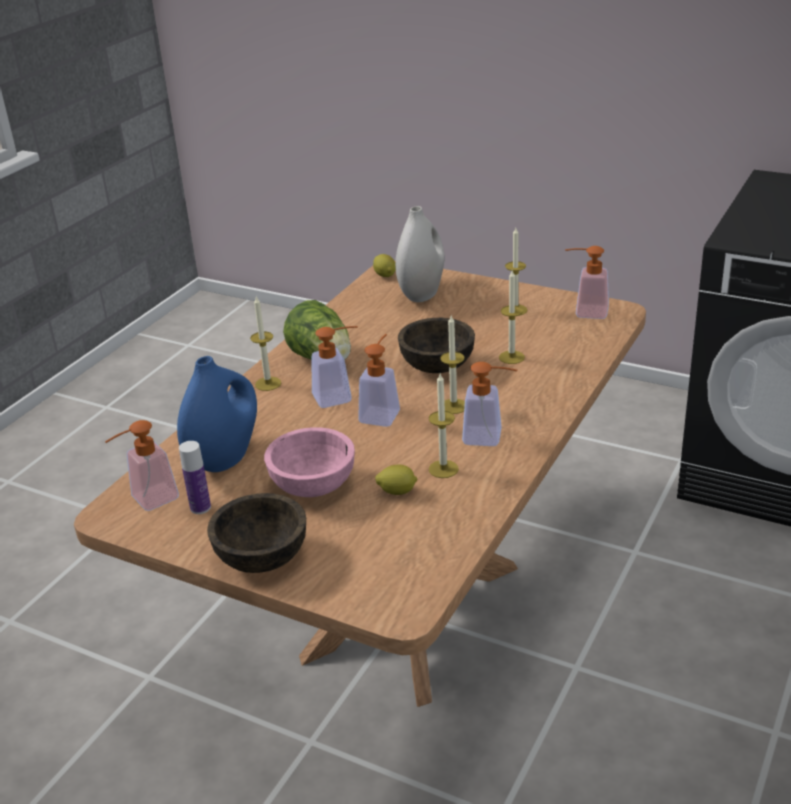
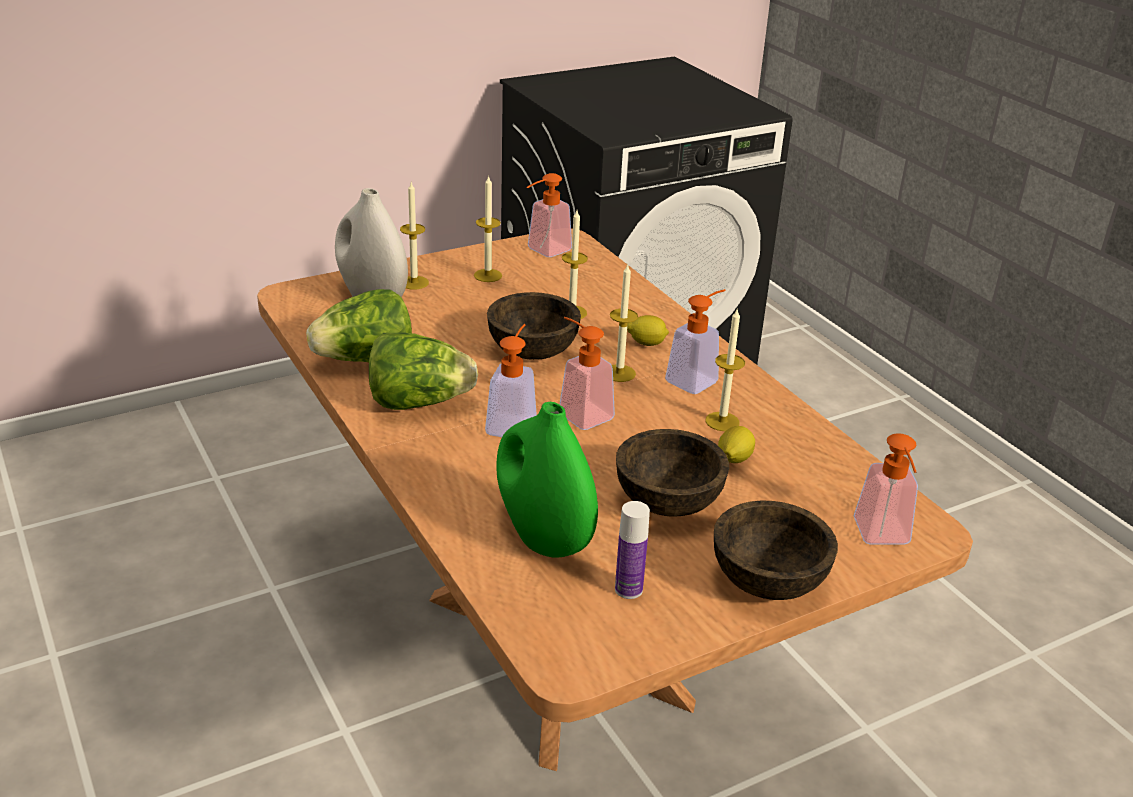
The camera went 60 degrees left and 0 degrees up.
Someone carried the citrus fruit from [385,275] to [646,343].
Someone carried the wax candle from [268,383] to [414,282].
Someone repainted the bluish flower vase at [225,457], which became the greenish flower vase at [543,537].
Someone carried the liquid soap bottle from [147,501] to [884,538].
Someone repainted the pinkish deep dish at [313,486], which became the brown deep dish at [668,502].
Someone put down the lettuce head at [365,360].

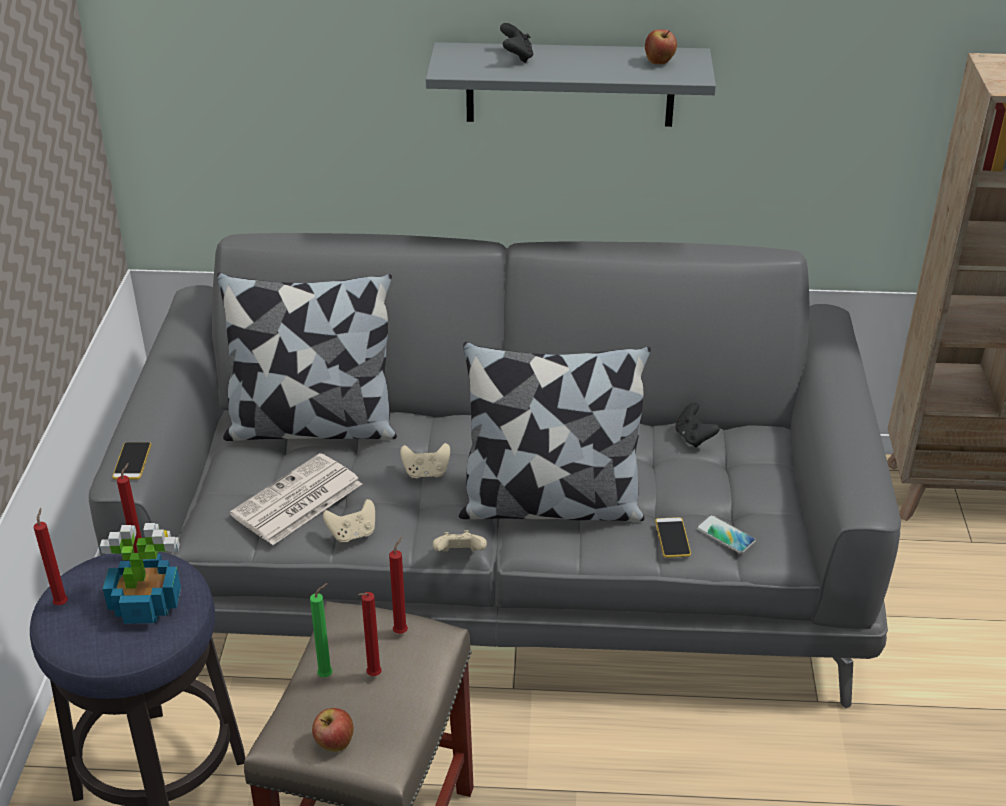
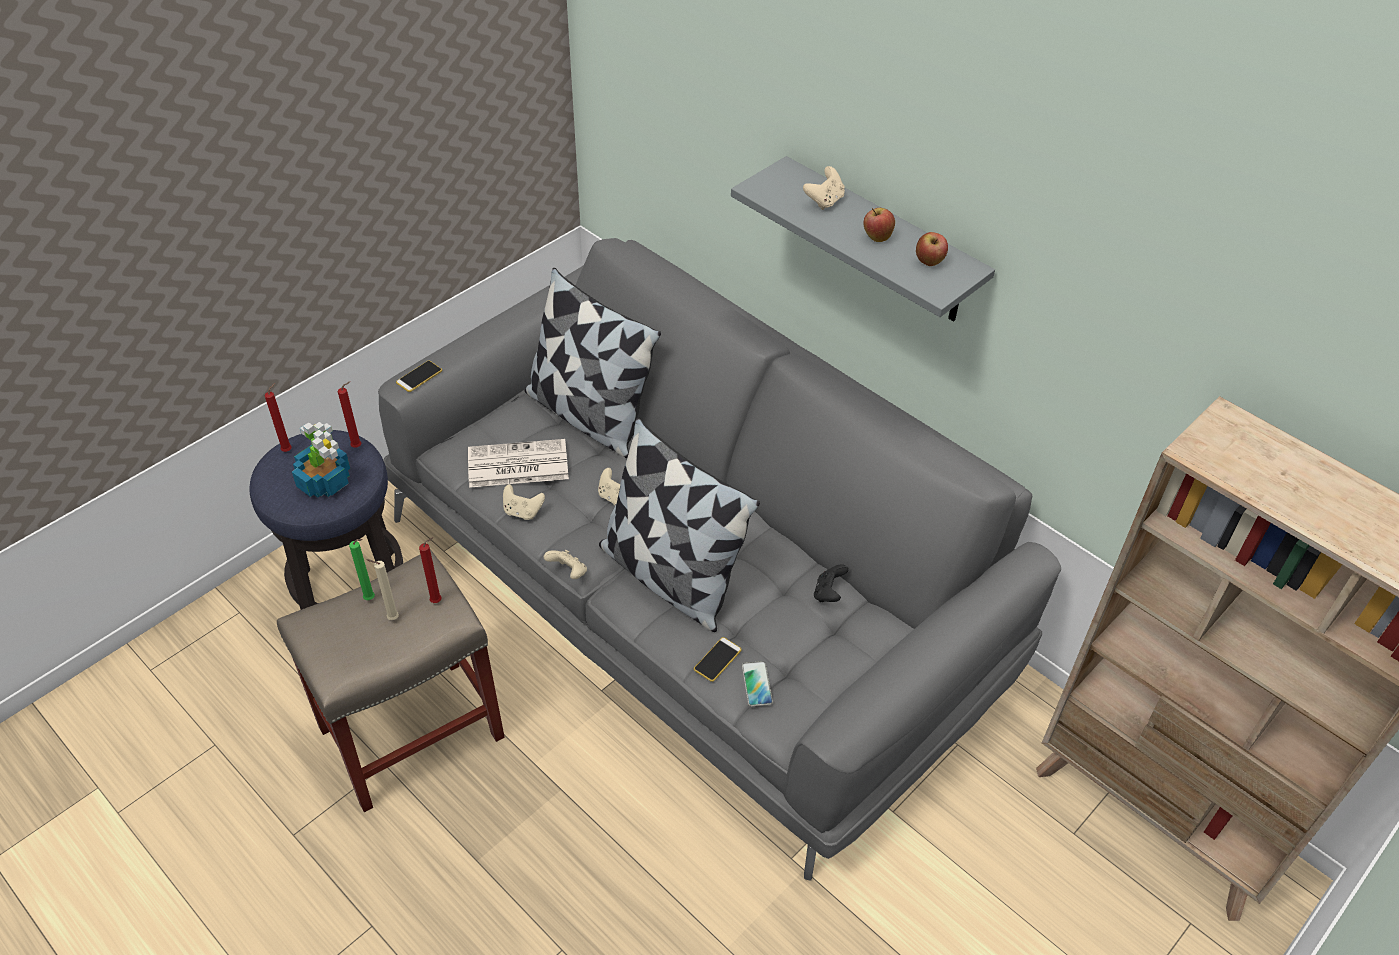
The camera went 40 degrees right and 10 degrees up.
Someone repainted the black-coloured joypad at [516,57], which became the beige joypad at [824,201].
Someone repainted the red-coloured wax candle at [372,676], which became the beige wax candle at [391,618].
Someone carried the apple fruit from [334,744] to [876,237].

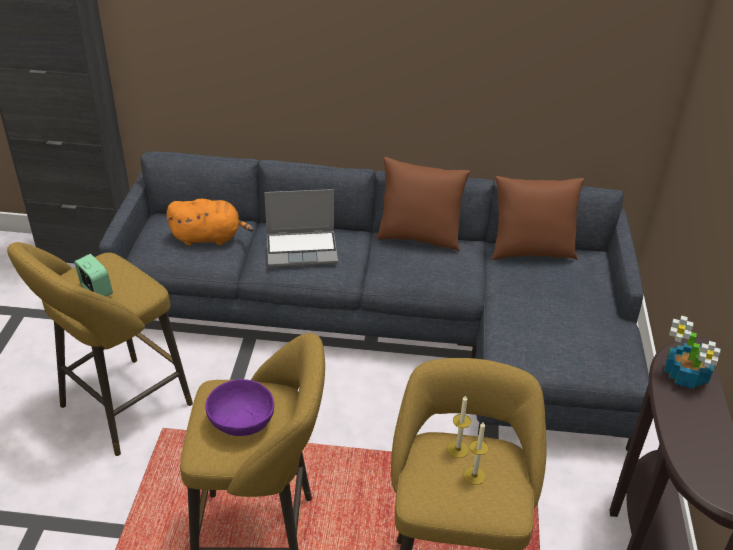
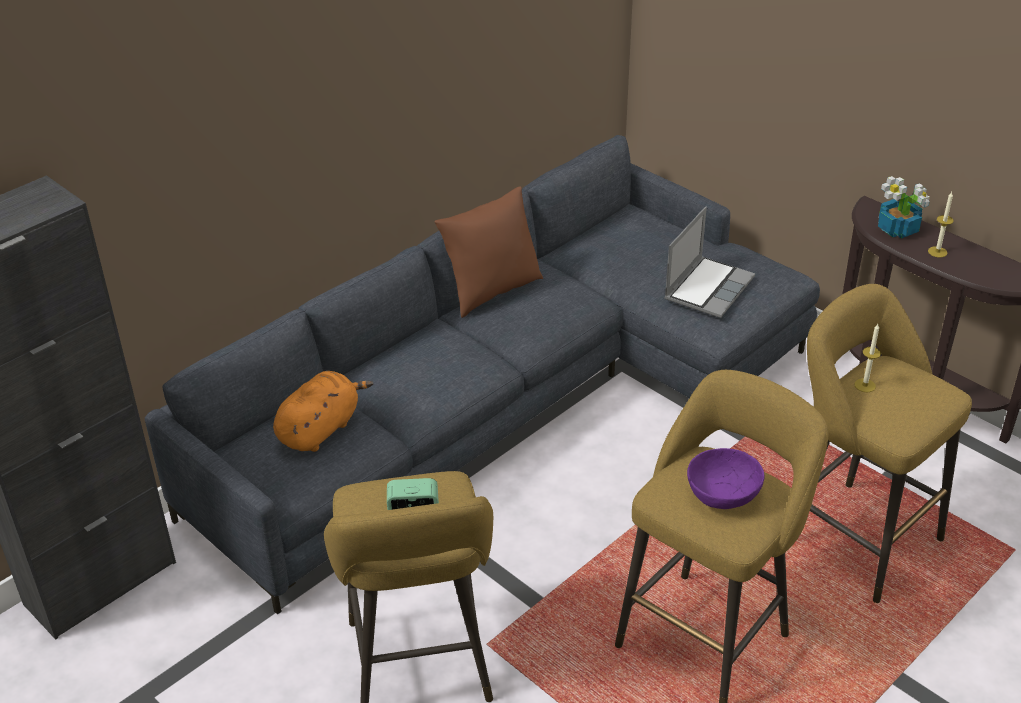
The camera went 50 degrees left and 0 degrees up.
Someone took away the brown pillow at [531,252].
Someone carried the portable computer from [302,249] to [708,288].
Someone carried the wax candle from [474,476] to [937,252].

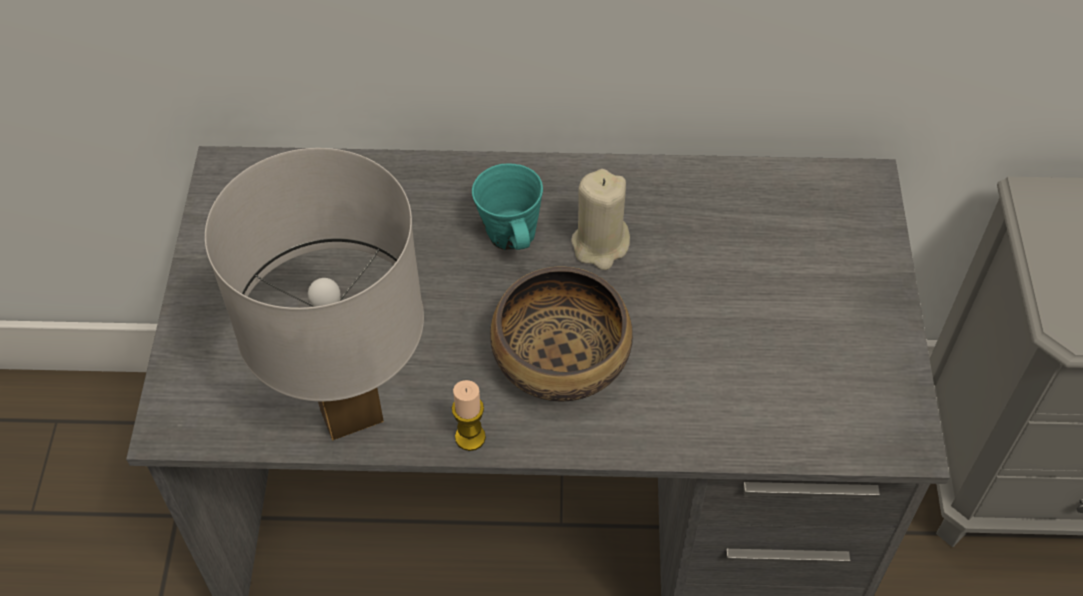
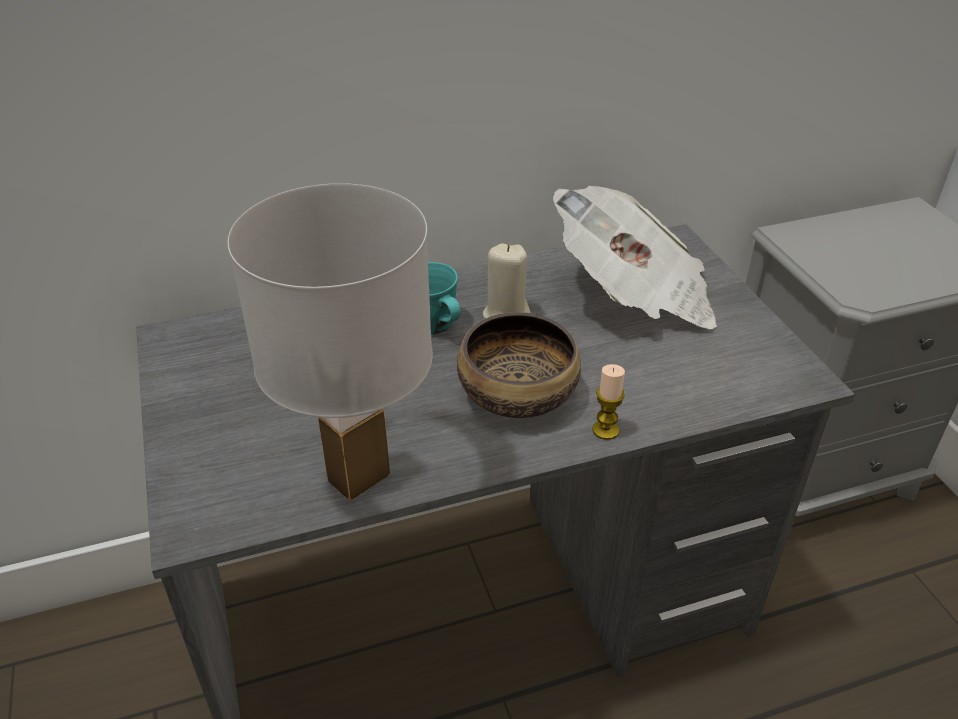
The camera went 20 degrees left and 15 degrees down.
Someone carried the wax candle from [470,437] to [605,430].
Someone put down the printed paper at [634,295].

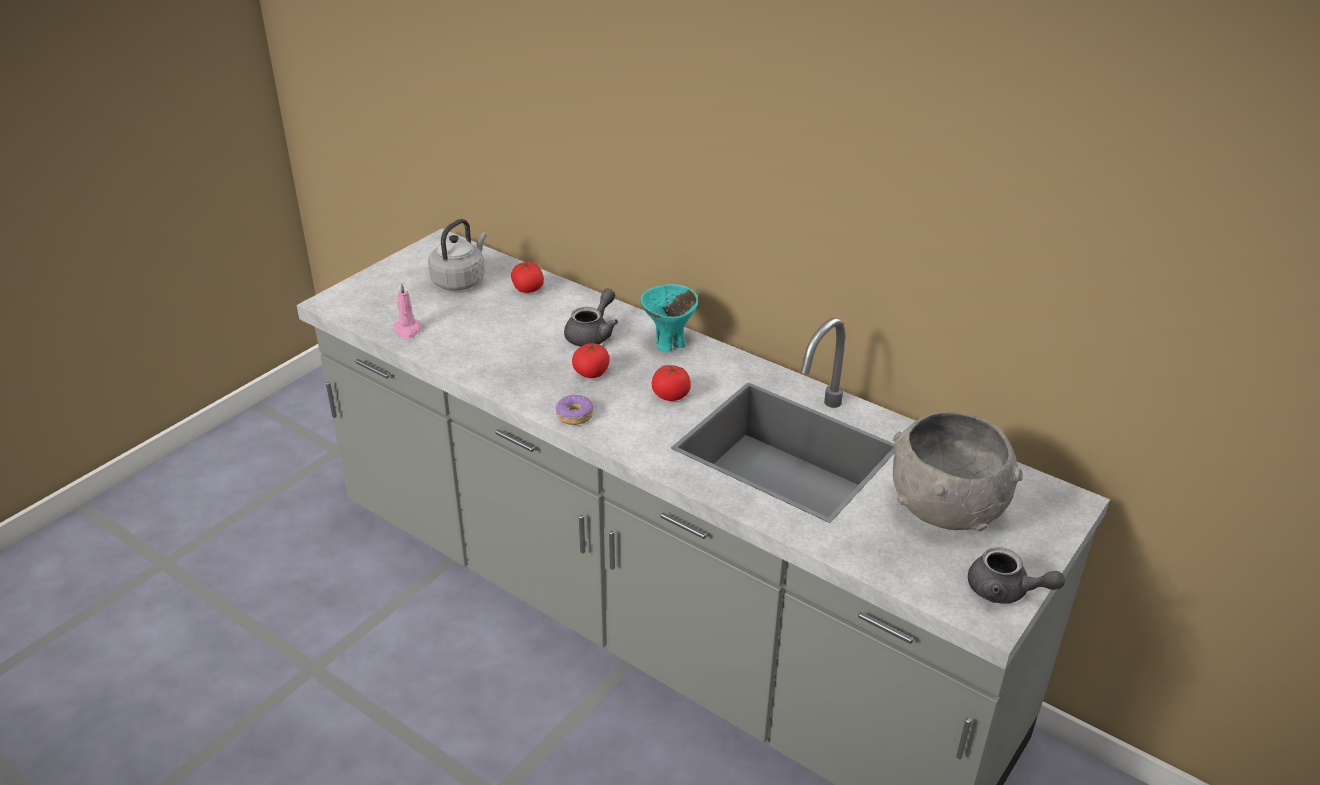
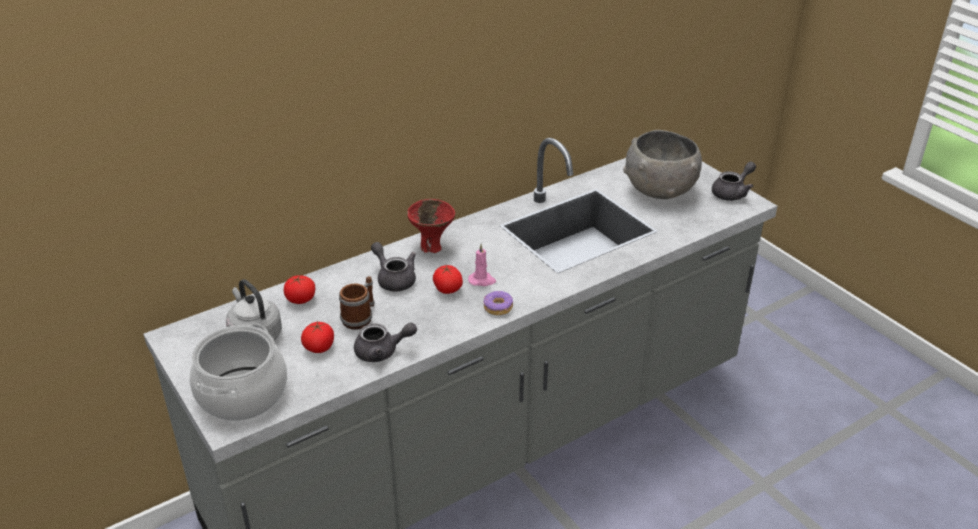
The camera went 70 degrees left and 0 degrees up.
Someone carried the pinkish wax candle from [408,329] to [482,280].
Someone repainted the turquoise deep dish at [669,344], which became the red-coloured deep dish at [432,246].
Someone carried the fresh tomato from [671,395] to [319,347].
Someone put down the tea mug at [360,317].
Someone put down the grey teapot at [382,352].
Someone put down the stockpot at [242,394].

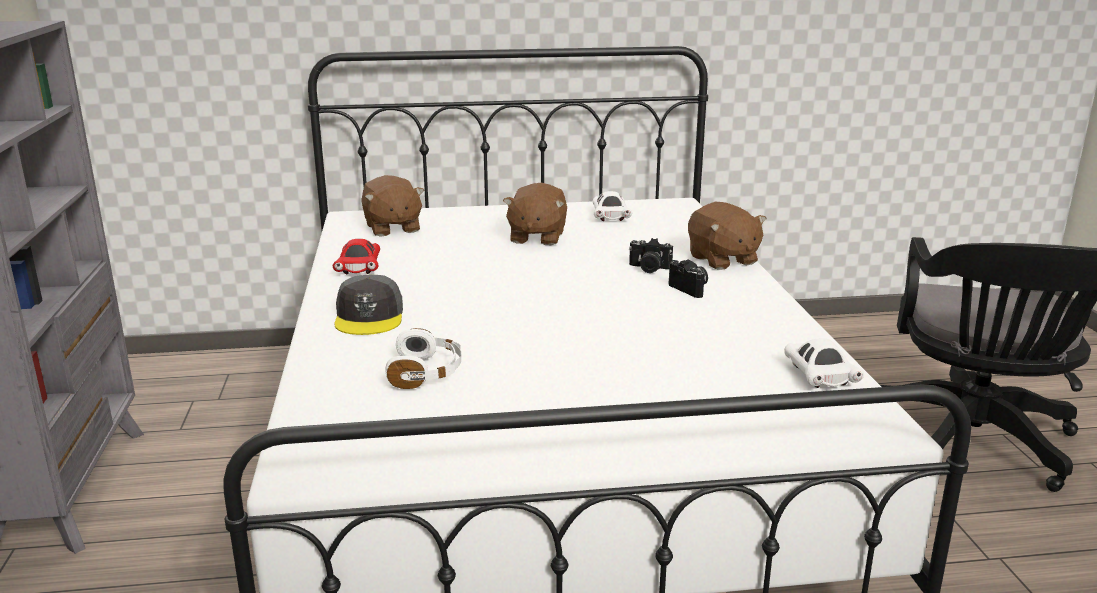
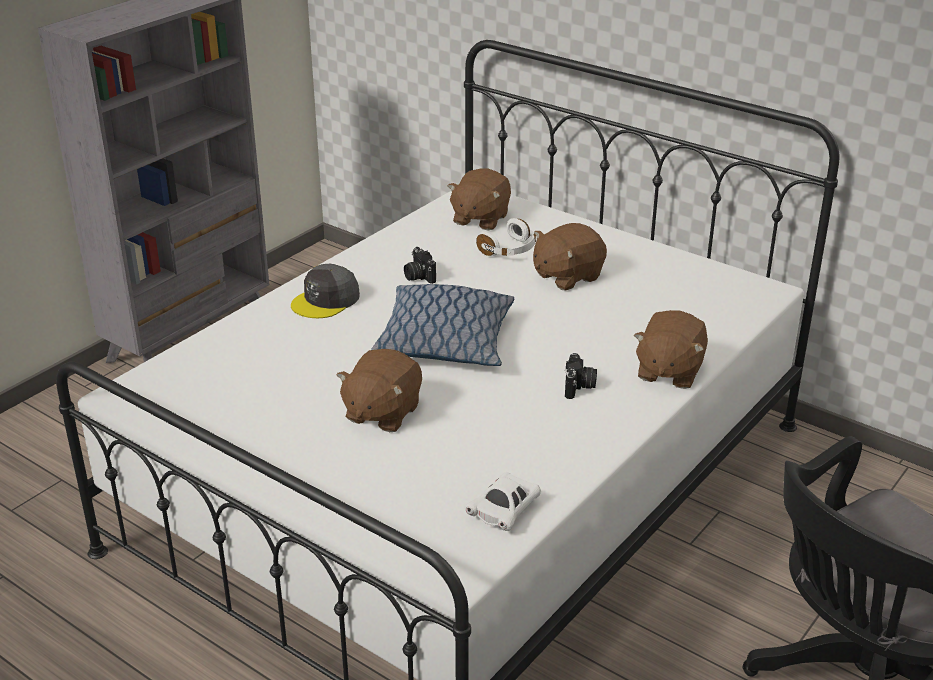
The camera went 45 degrees right and 10 degrees up.
Someone took away the white model car at [610,216].
Someone carried the photo camera from [649,268] to [418,276].
Someone took away the red-coloured model car at [359,268].
Someone carried the white headphones from [426,373] to [510,250].
Someone put down the pillow at [446,342].
Someone put down the brown cuddly toy at [382,413].

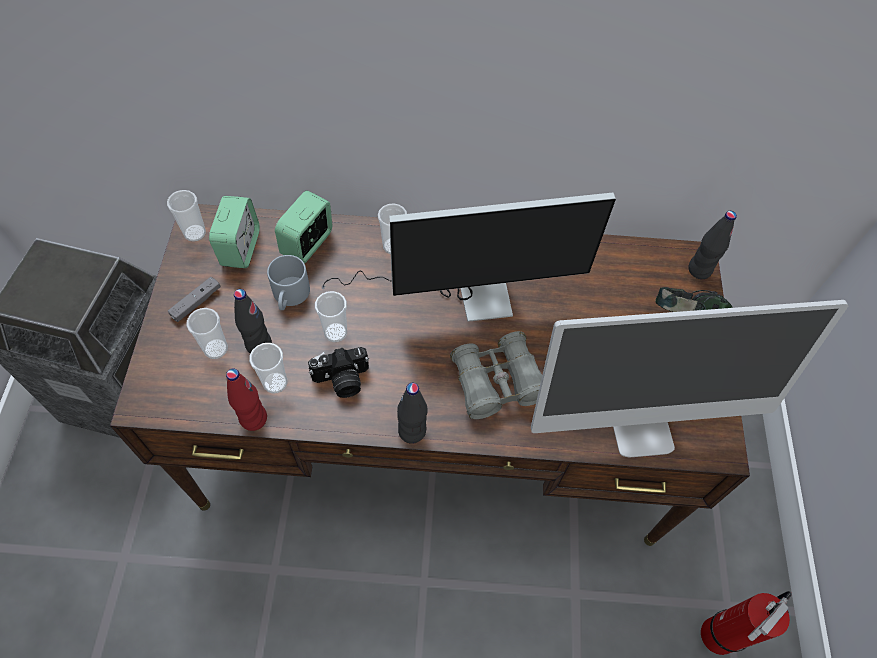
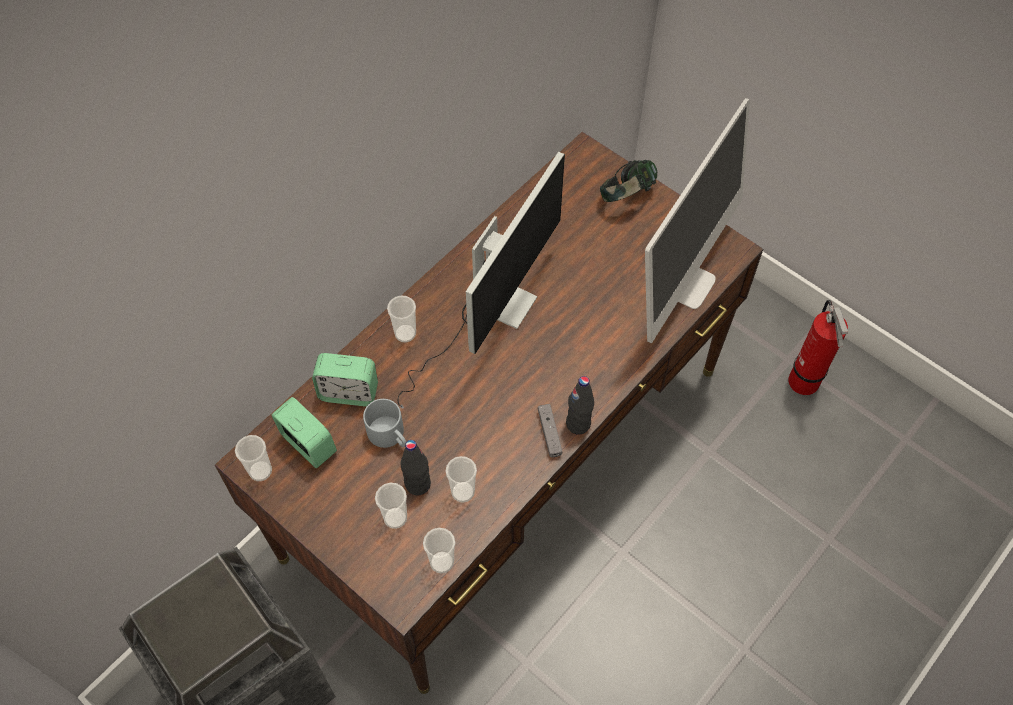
The camera went 50 degrees left and 0 degrees up.
Someone rotated the bedside clock at [308,244] by 60 degrees counterclockwise.
Someone took away the black-coloured bottle at [699,270].
Someone carried the grey joypad from [196,303] to [549,433].
Someone carried the small cup from [335,332] to [442,562].
Someone took away the grey binoculars at [497,382].
Someone took away the photo camera at [342,381].
Someone took away the red-coloured bottle at [253,418].

